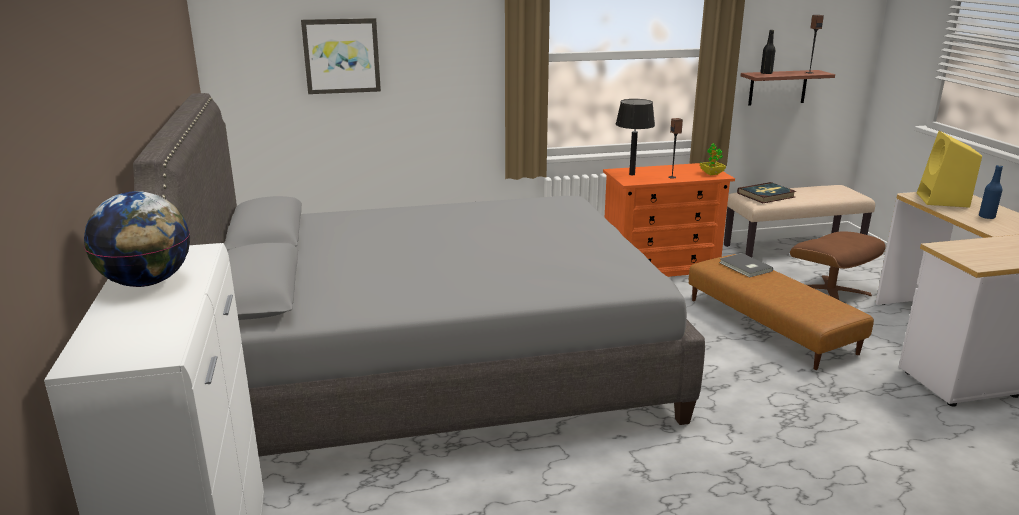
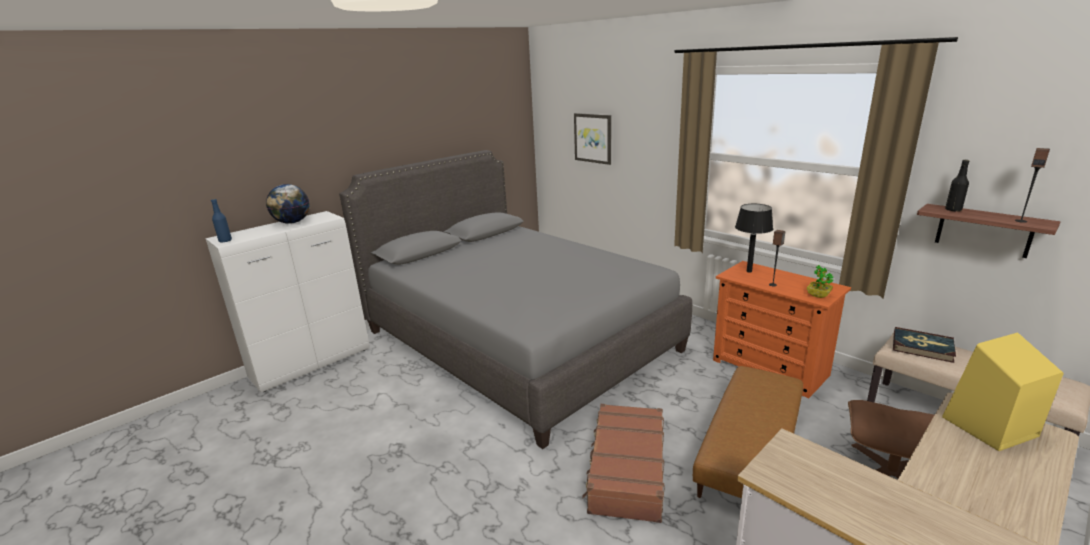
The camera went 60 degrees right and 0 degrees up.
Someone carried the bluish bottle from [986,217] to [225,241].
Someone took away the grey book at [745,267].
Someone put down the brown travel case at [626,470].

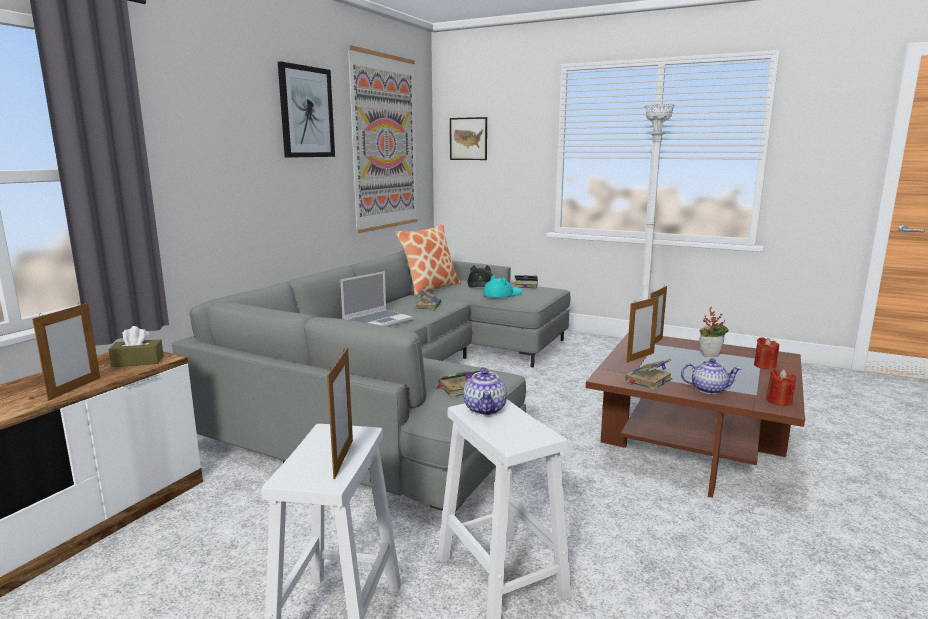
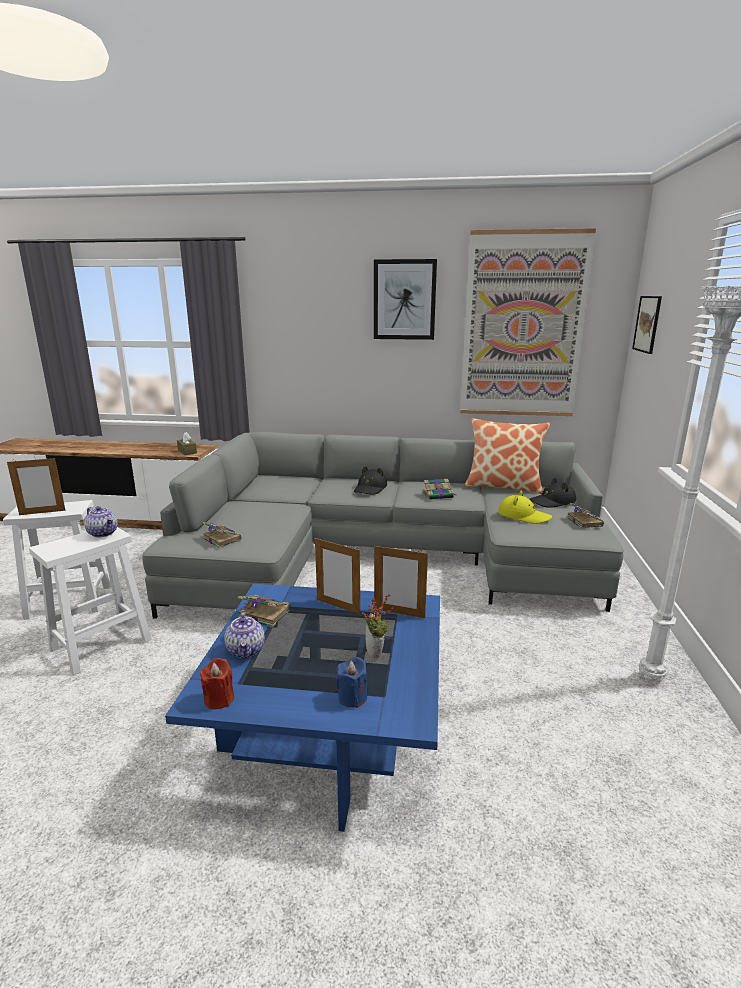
The camera went 70 degrees right and 5 degrees up.
Someone swapped the portable computer at [377,321] for the black-coloured wearable hat at [370,488].
Someone repainted the turquoise wearable hat at [502,294], which became the yellowish wearable hat at [523,516].
Someone took away the picture frame at [75,388].
Someone repainted the brown lounge table at [691,448], which became the bluish lounge table at [328,735].
Someone repainted the red-coloured wax candle at [764,366], which became the bluish wax candle at [352,697].
Someone rotated the teapot at [485,409] by 120 degrees counterclockwise.

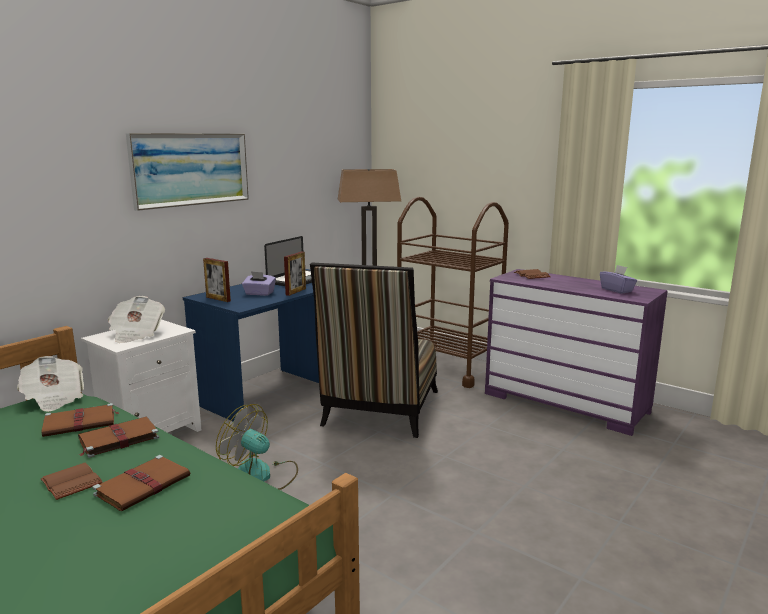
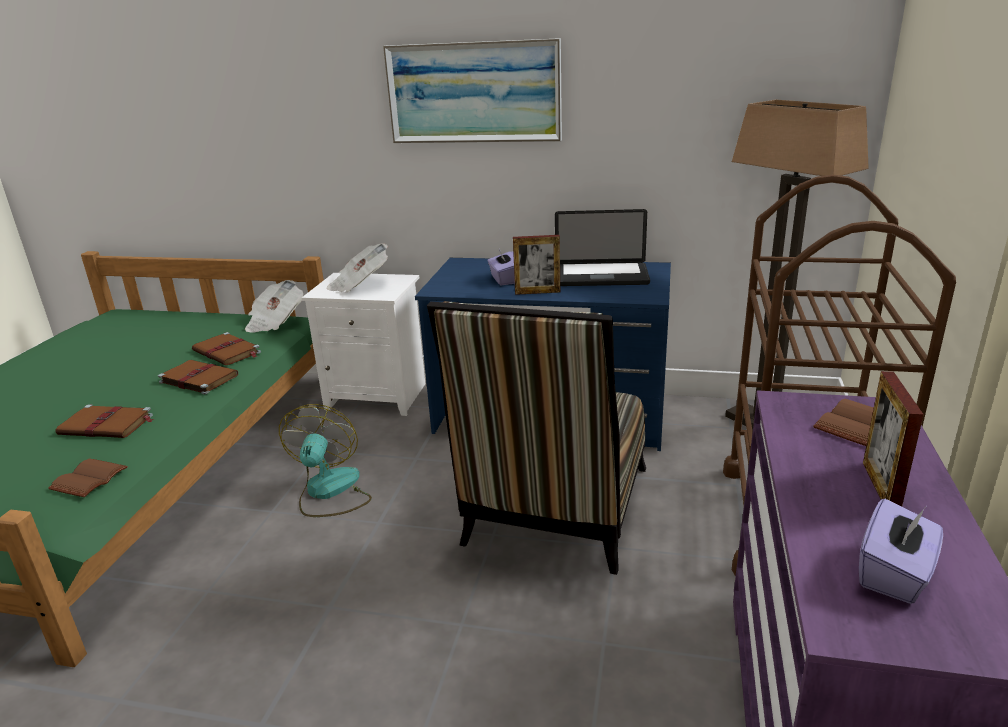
The camera went 65 degrees right and 10 degrees up.
Someone carried the picture frame from [218,299] to [880,486].
Someone rotated the plain chair at [379,411] by 60 degrees counterclockwise.
Someone carried the brown book from [73,482] to [90,480].

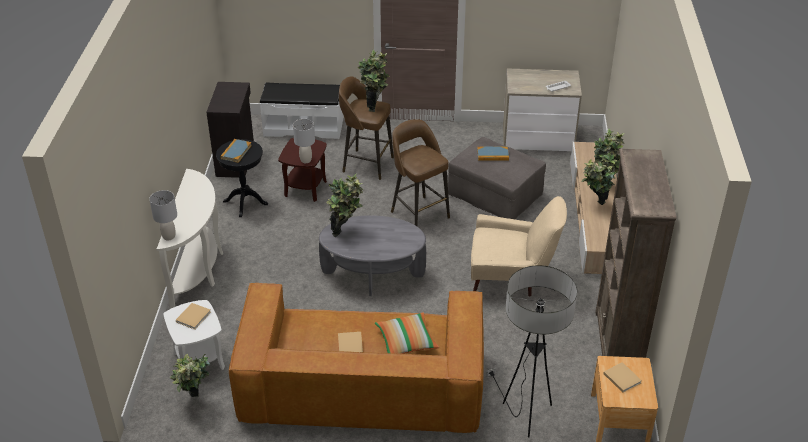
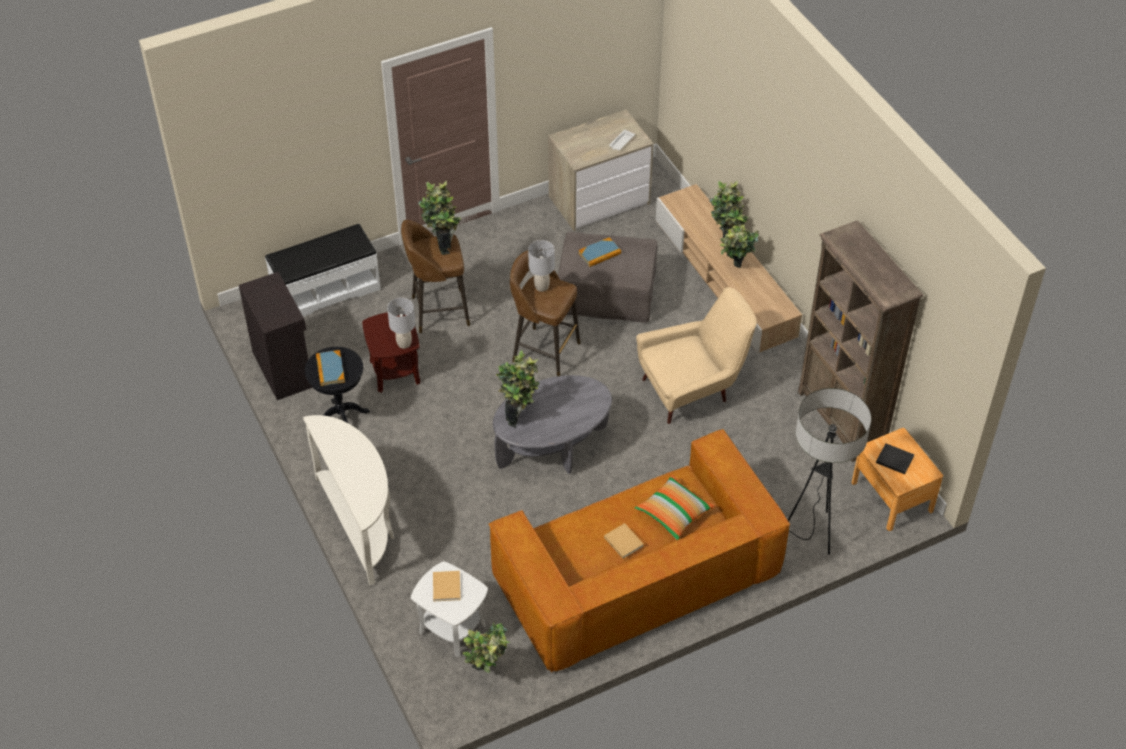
The camera went 30 degrees left and 10 degrees up.
Someone carried the grey table lamp from [168,236] to [541,287].
Someone repainted the beige book at [621,377], which became the black-coloured book at [893,459].

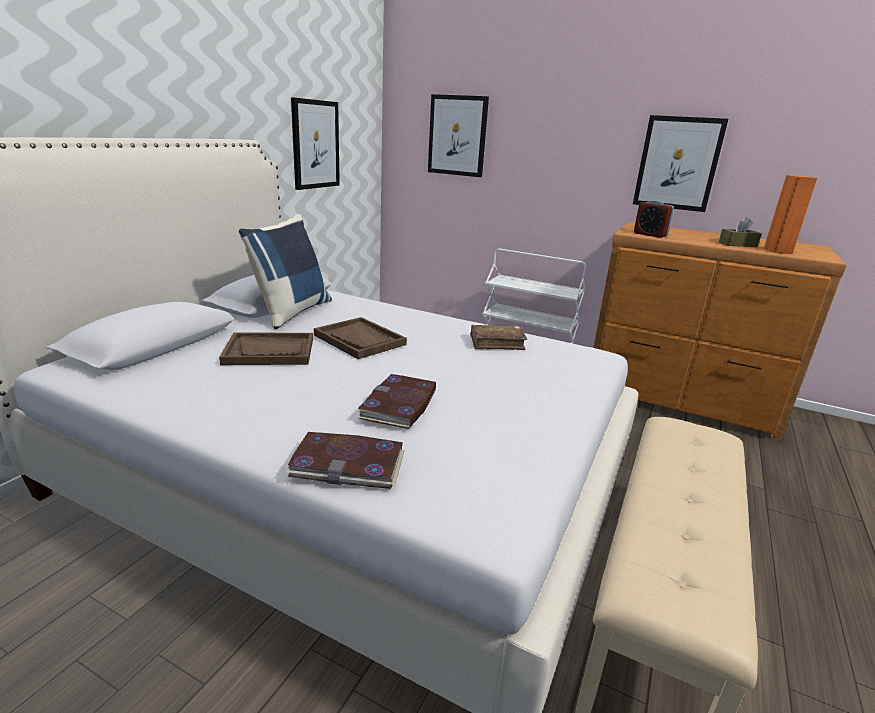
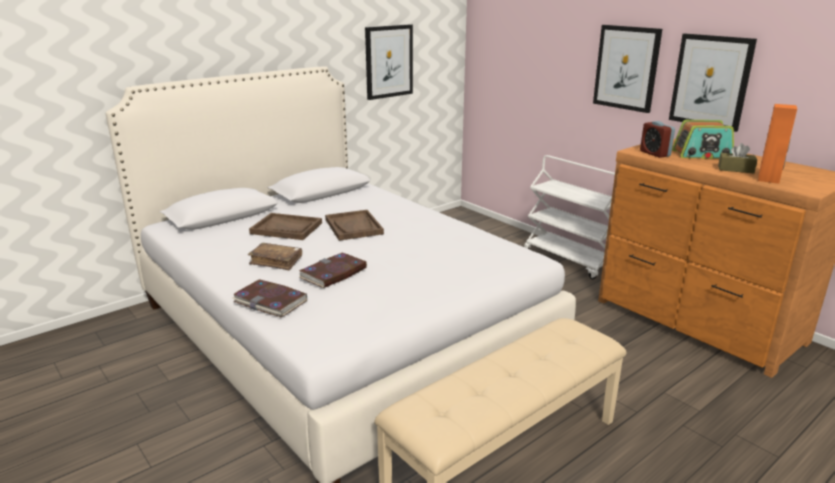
The camera went 25 degrees right and 0 degrees up.
Someone carried the picture from [457,136] to [626,68].
Someone took away the bluish pillow at [291,312].
Someone carried the brown book from [497,343] to [276,261].
Someone put down the radio receiver at [702,154].

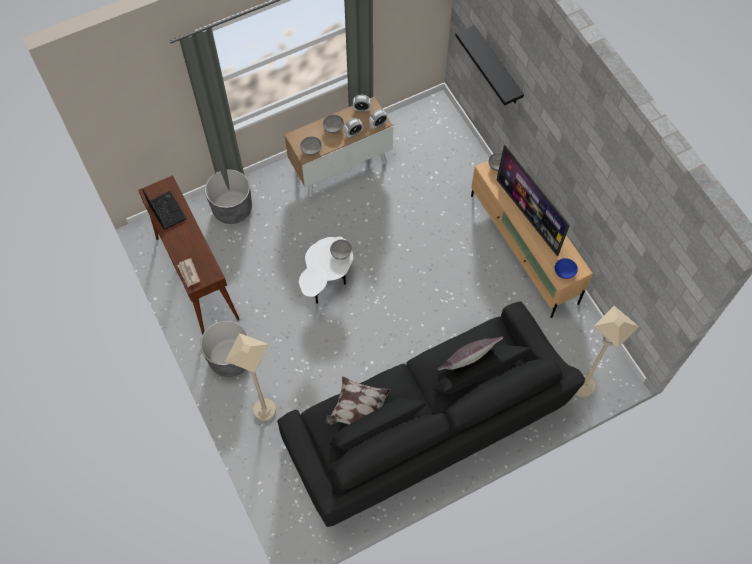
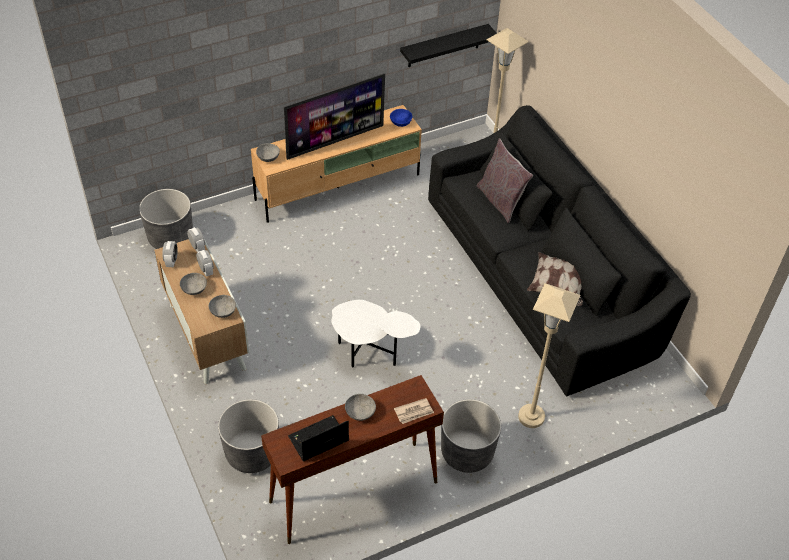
The camera went 90 degrees left and 15 degrees down.
Someone carried the black-coloured bracket shelf from [497,67] to [444,46].
Someone carried the grey deep dish from [341,252] to [360,412].
Someone put down the grey flower pot at [170,237].

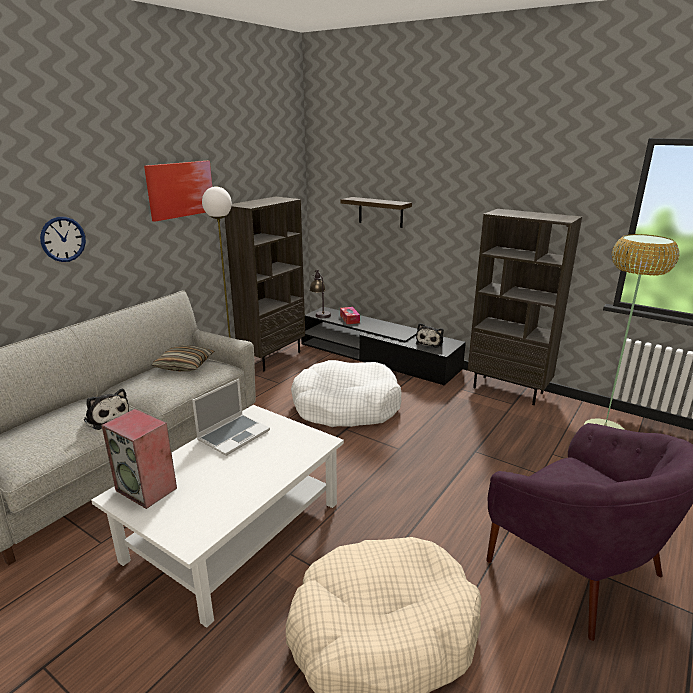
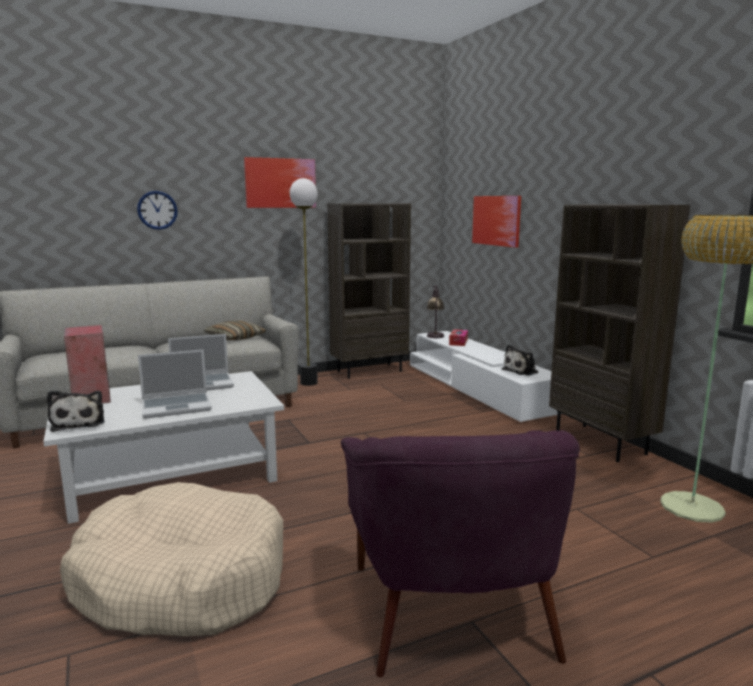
The camera went 30 degrees right and 10 degrees down.
Someone swapped the bracket shelf at [380,212] for the picture at [496,220].
Someone repainted the black-coloured media console at [377,357], which became the white media console at [476,388].
Someone took away the white dog bed at [346,406].
Someone carried the cuddly toy from [106,417] to [79,423].
Someone put down the portable computer at [177,406].

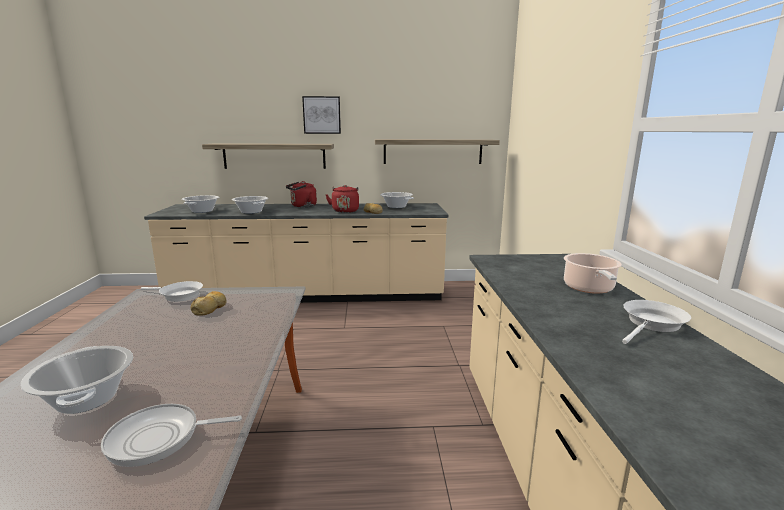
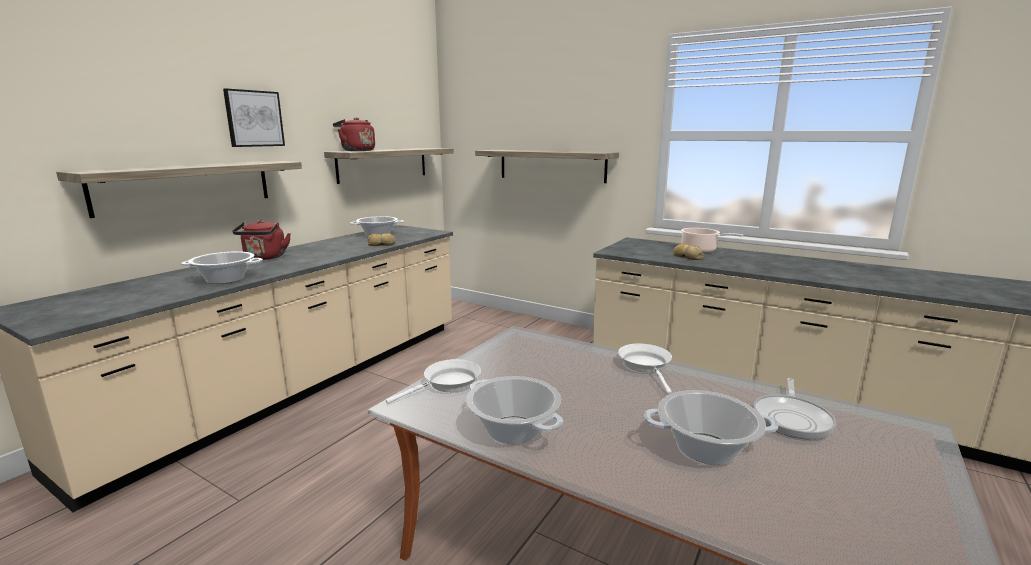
The camera went 55 degrees left and 0 degrees up.
Someone carried the red-coloured kettle from [345,211] to [356,151].
Someone carried the stockpot from [202,211] to [513,430].
Someone carried the baked bread from [210,308] to [687,256].
Someone carried the white pan from [652,324] to [646,366].
Someone put up the bracket shelf at [551,165].

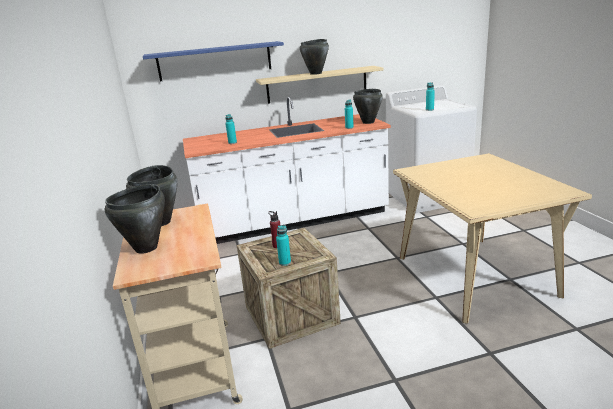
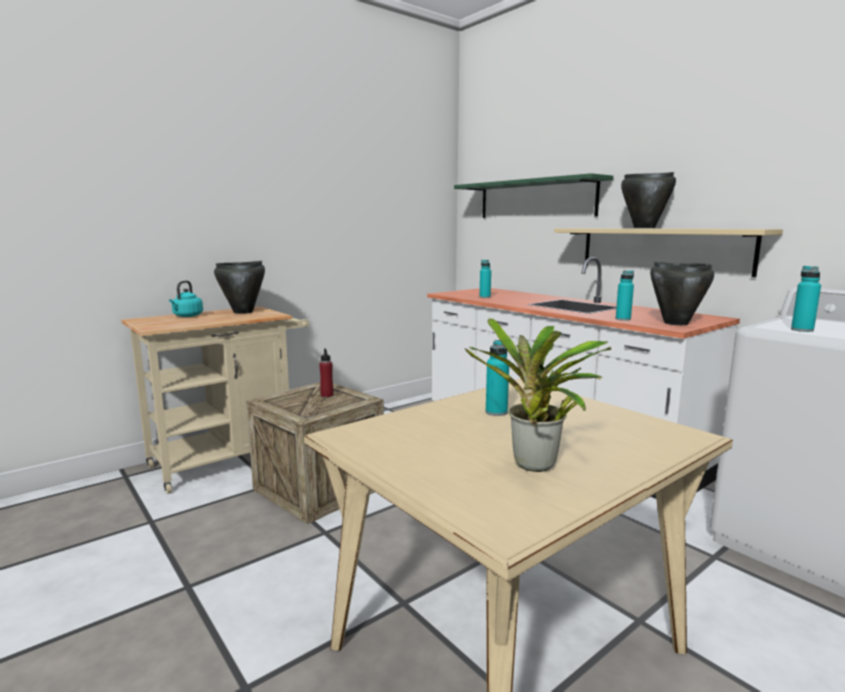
The camera went 65 degrees right and 10 degrees down.
Someone repainted the bluish bracket shelf at [215,61], which became the greenish bracket shelf at [535,199].
Someone swapped the black-coloured stockpot at [147,248] for the turquoise kettle at [187,316].
Someone carried the turquoise bottle from [285,262] to [496,412].
Someone put down the houseplant at [534,467].

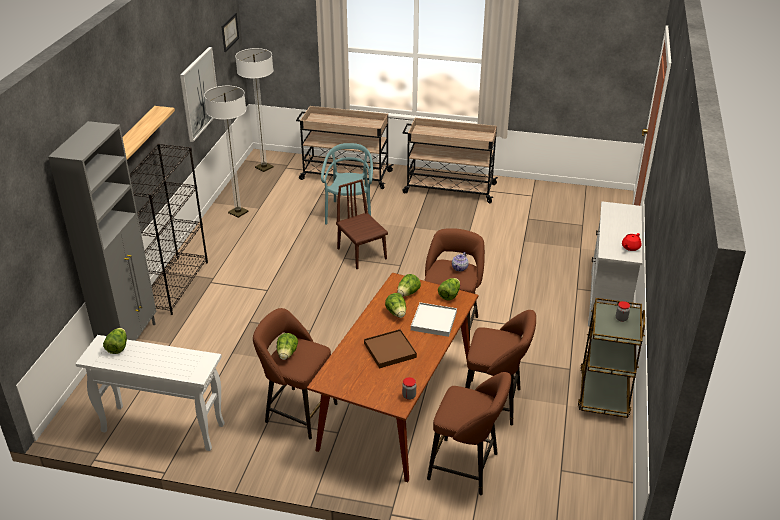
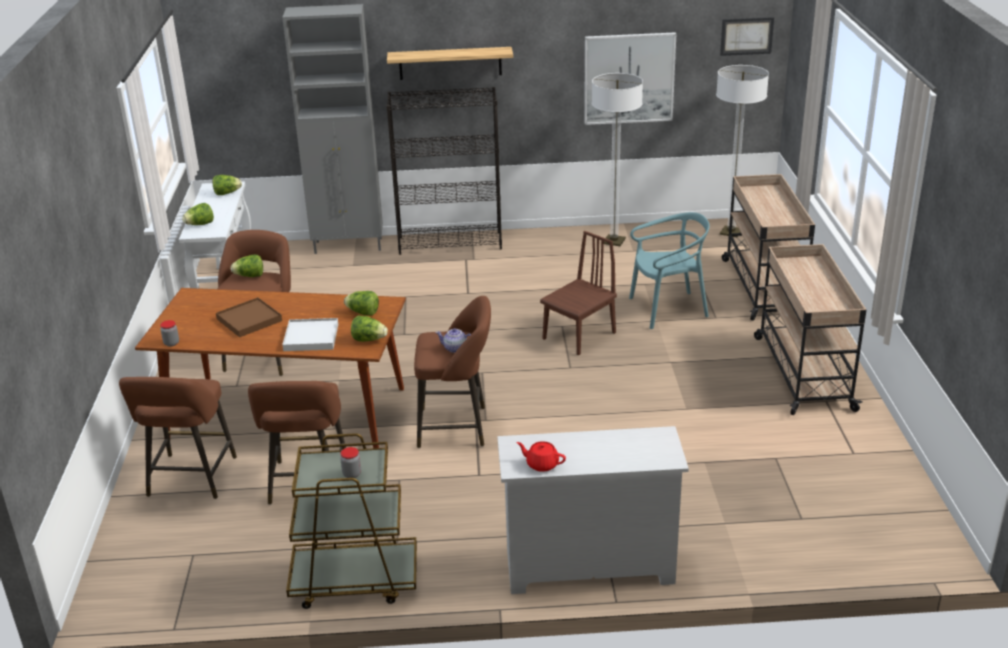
The camera went 75 degrees right and 5 degrees down.
Someone carried the lettuce head from [397,313] to [200,224].

